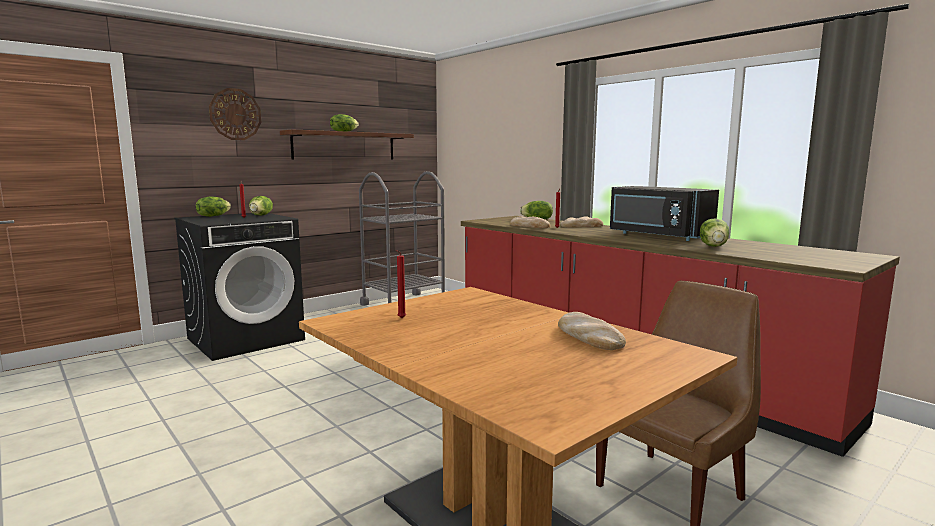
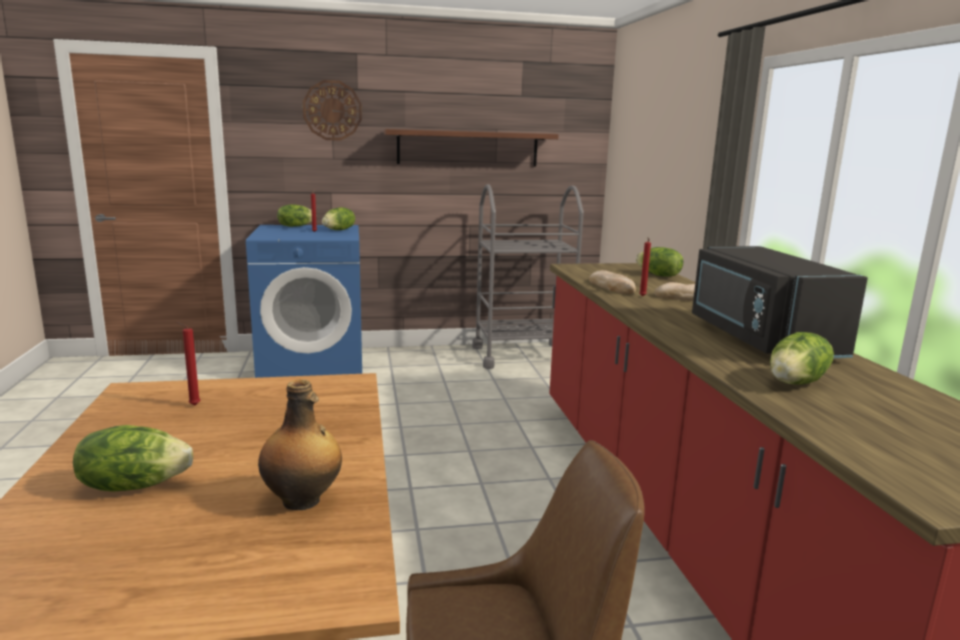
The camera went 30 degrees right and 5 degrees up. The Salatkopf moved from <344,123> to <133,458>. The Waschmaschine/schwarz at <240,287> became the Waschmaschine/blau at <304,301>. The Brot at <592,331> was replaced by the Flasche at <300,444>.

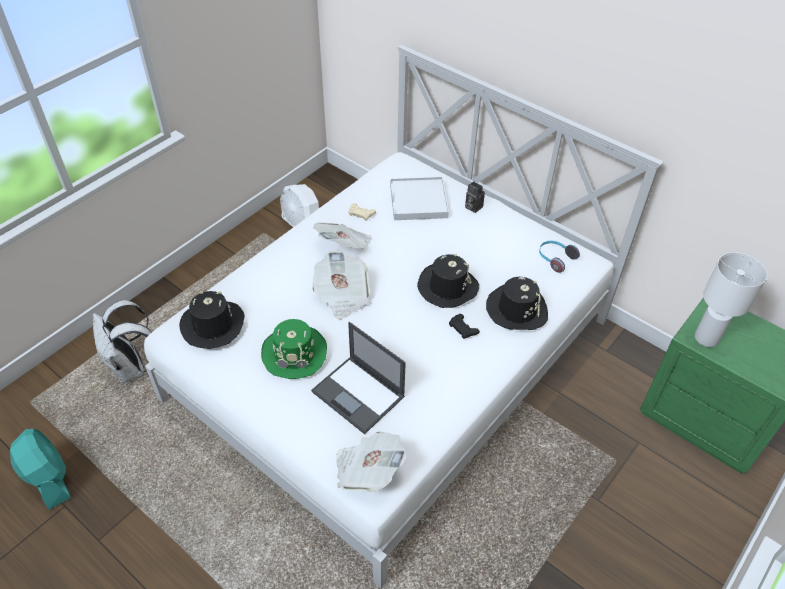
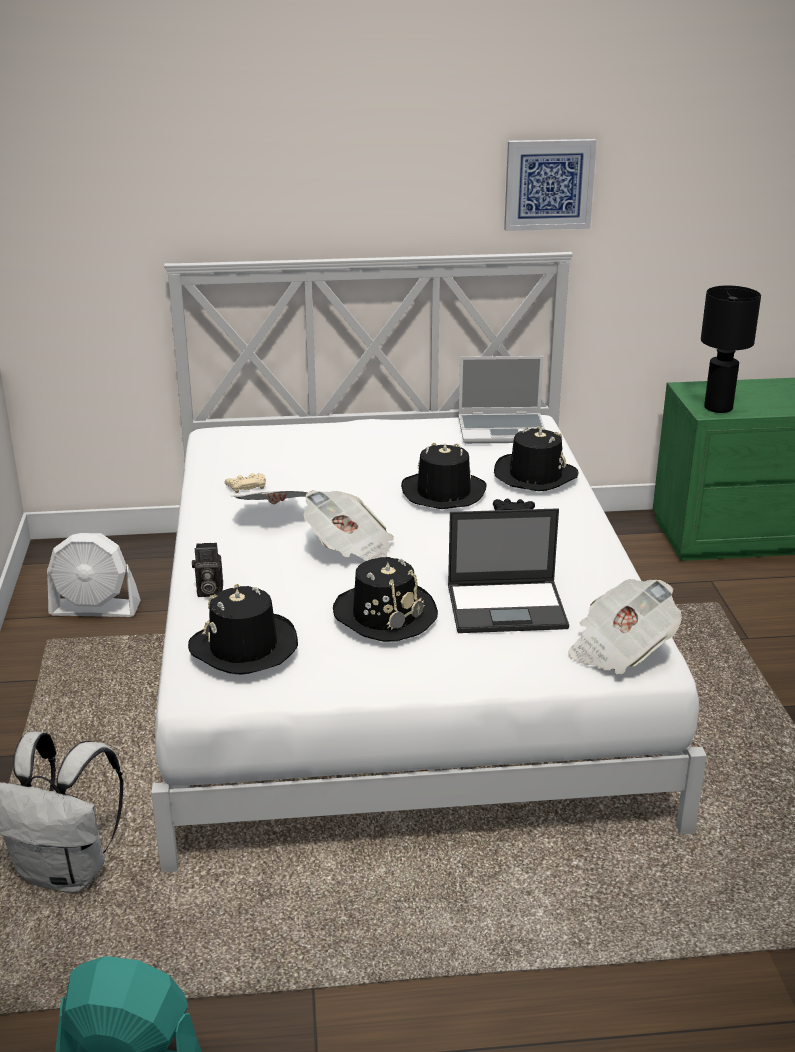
The camera went 45 degrees left and 20 degrees down. The Kamera moved from <475,197> to <207,570>. The Hut/grün at <294,349> became the Hut/schwarz at <385,599>. The Kopfhörer at <559,257> was replaced by the Laptop at <502,400>. The Bild at <550,185> appeared. The Tischlampe/weiß at <731,299> became the Tischlampe/schwarz at <731,349>. The Tablett/weiß at <419,198> disappeared.

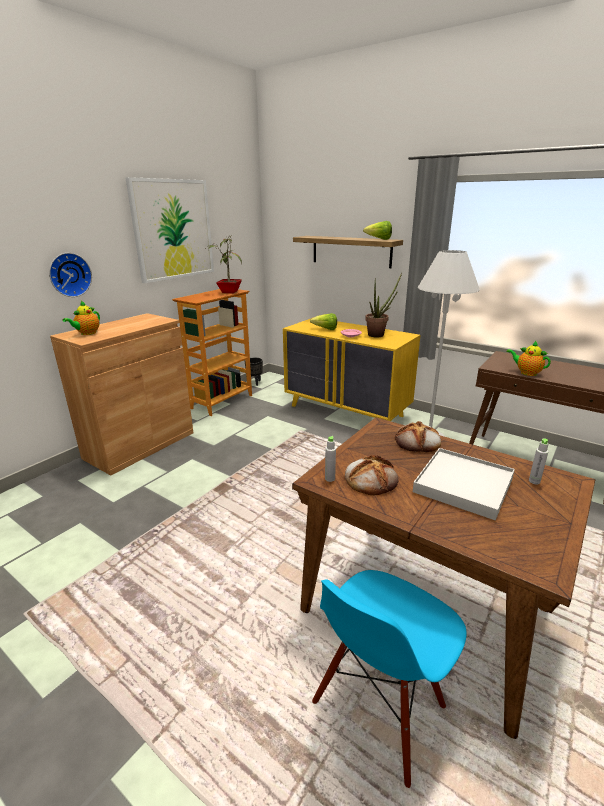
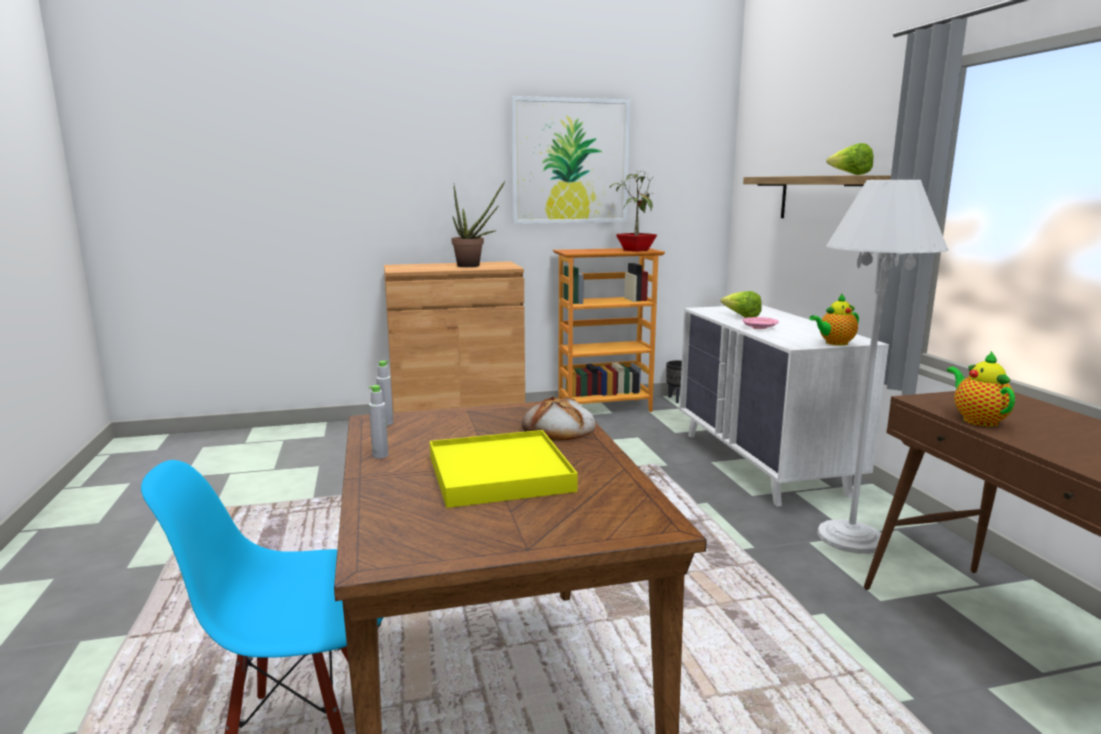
The camera went 40 degrees right and 10 degrees down. The Flasche/grau moved from <538,461> to <379,421>. The Tablett/weiß at <464,484> became the Tablett/gelb at <504,469>. The Topfpflanze moved from <383,305> to <478,224>. The Kommode/gelb at <352,369> became the Kommode/weiß at <784,406>. The Teekanne moved from <81,318> to <834,320>. The Wanduhr at <70,275> disappeared. The Brot at <372,475> disappeared.

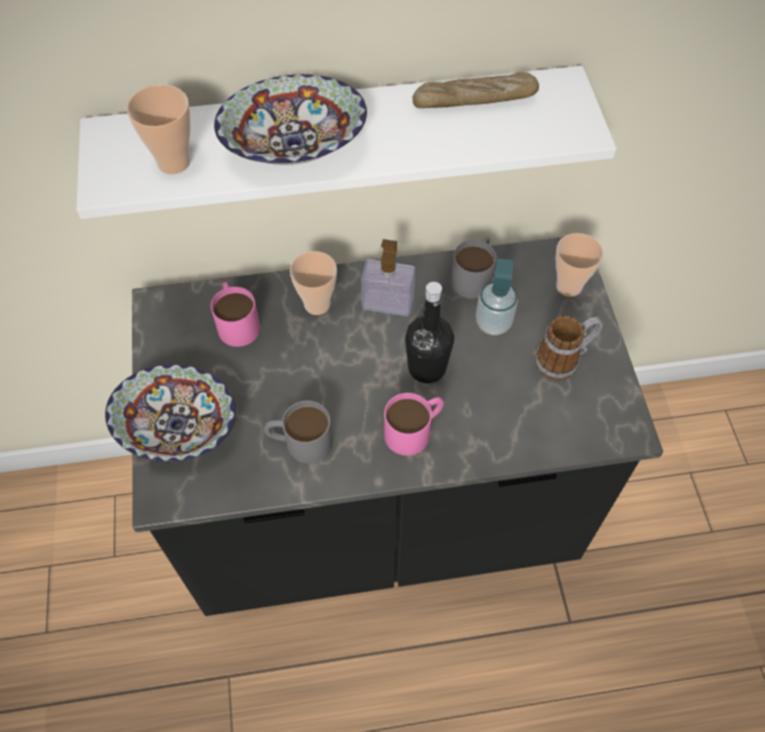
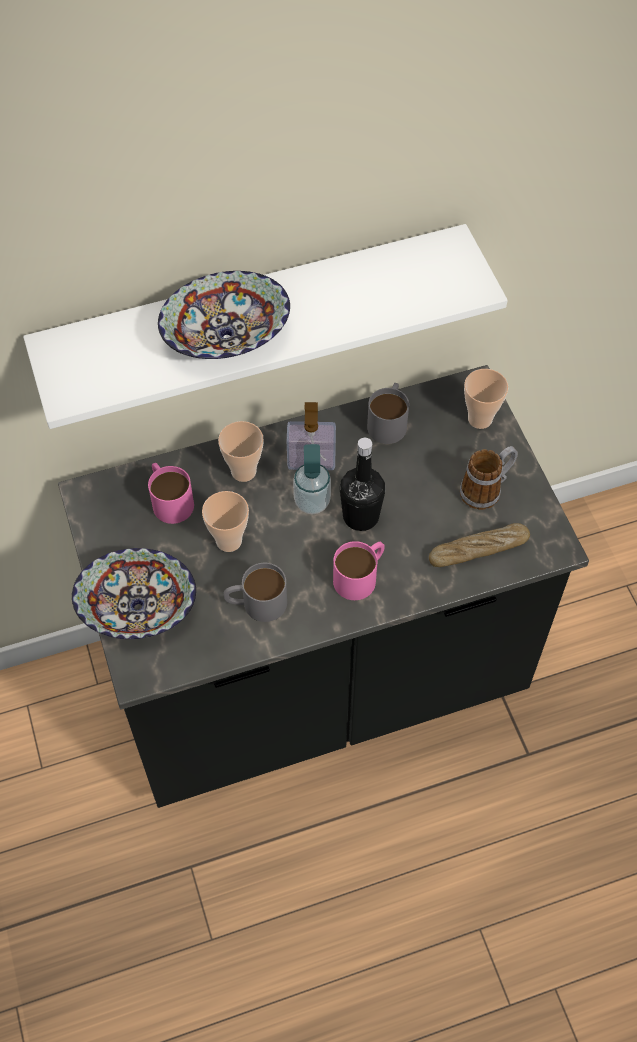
The camera went 10 degrees left and 0 degrees up. The Tasse moved from <159,129> to <225,521>. The Seifenspender moved from <497,297> to <312,479>. The Brot moved from <475,90> to <479,545>.

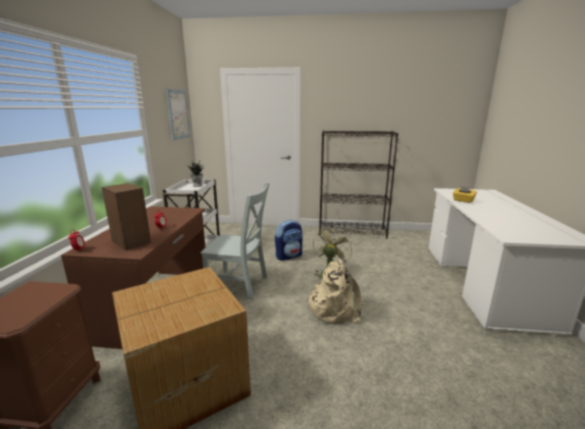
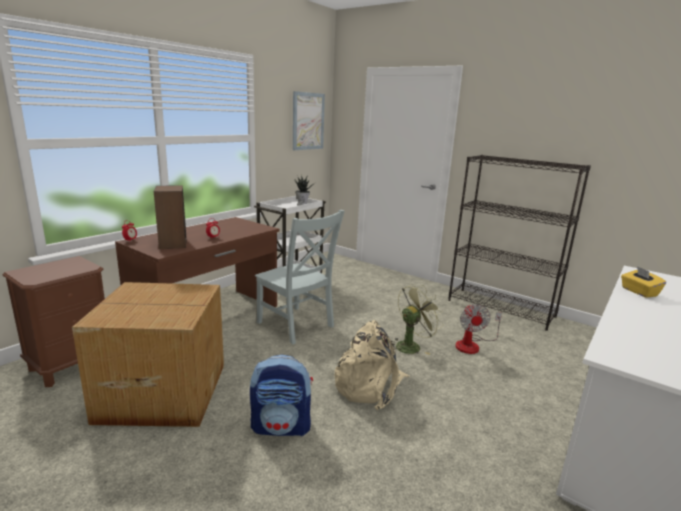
The camera went 30 degrees right and 0 degrees up. The Rucksack moved from <289,240> to <281,395>. The Ventilator at <478,329> appeared.

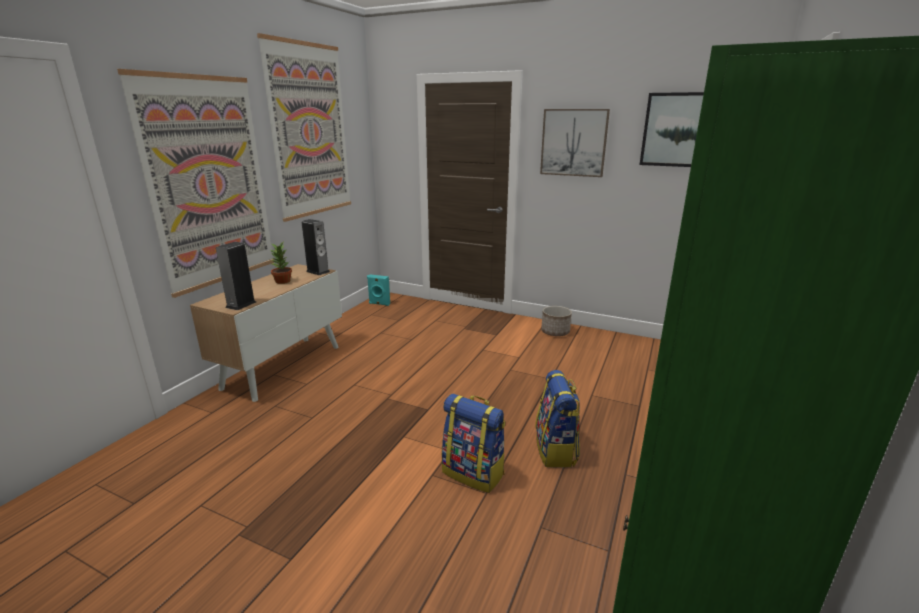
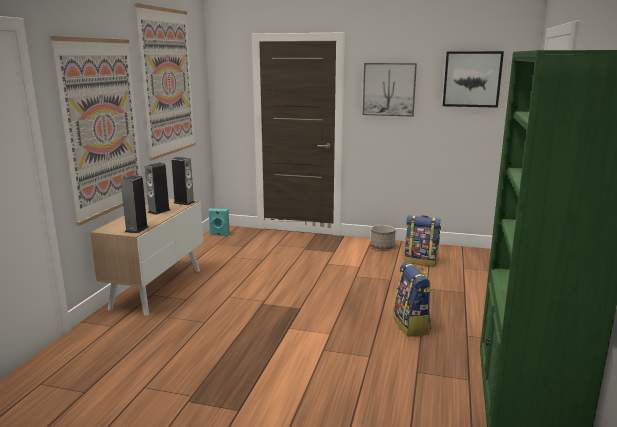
The camera went 10 degrees left and 5 degrees down. The Topfpflanze at <281,263> was replaced by the Lautsprecher at <157,189>. The Rucksack moved from <473,443> to <422,241>.

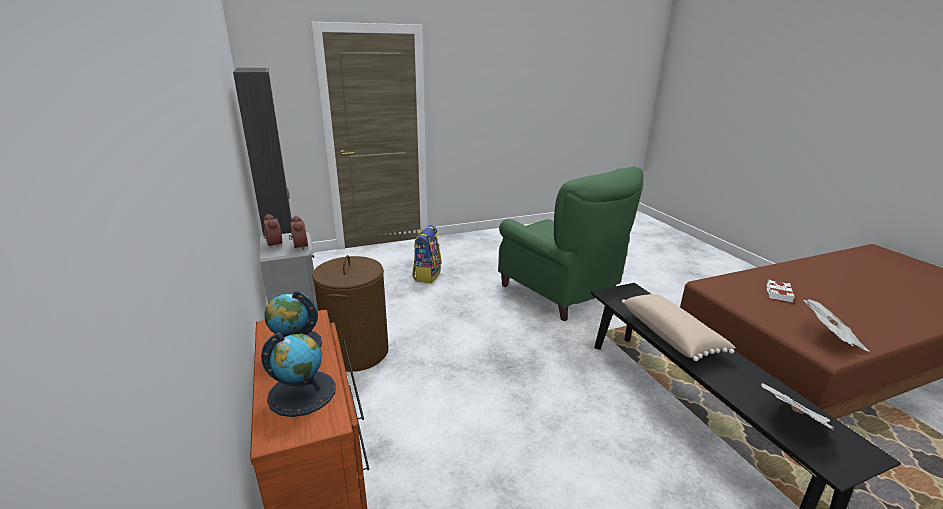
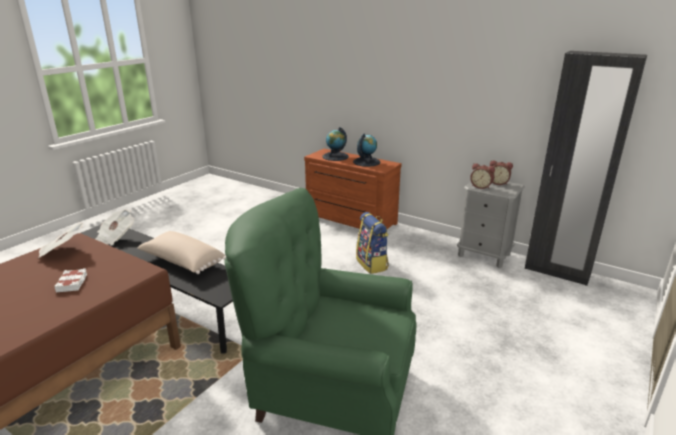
The camera went 145 degrees right and 0 degrees up. The Rucksack moved from <426,254> to <372,243>. The Wäschekorb/braun at <350,313> disappeared.

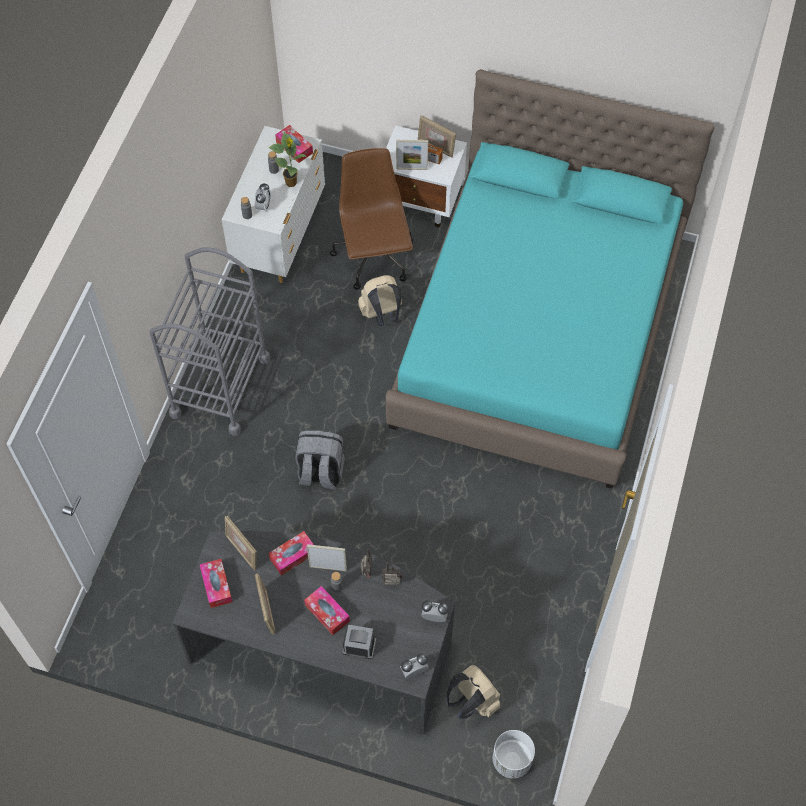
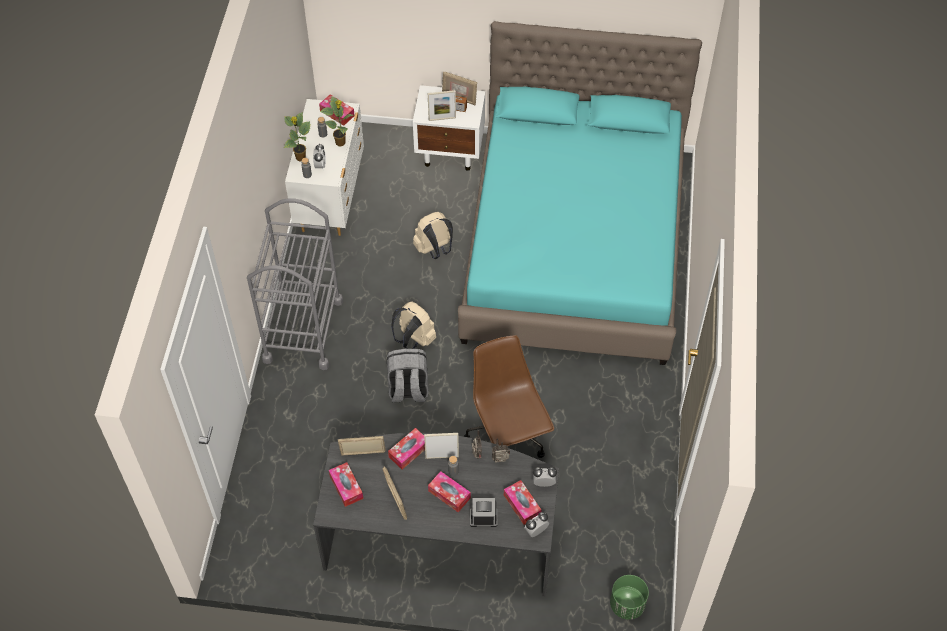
The camera went 10 degrees left and 5 degrees down. The Topfpflanze at <297,137> appeared. The Bilderrahmen at <241,543> turned 135 degrees clockwise. The Rucksack/beige moved from <473,692> to <413,325>. The Bürostuhl/braun moved from <371,219> to <509,396>. The Taschentuchbox at <523,502> appeared. The Pflanzkübel/weiß at <514,754> became the Pflanzkübel/grün at <629,597>.

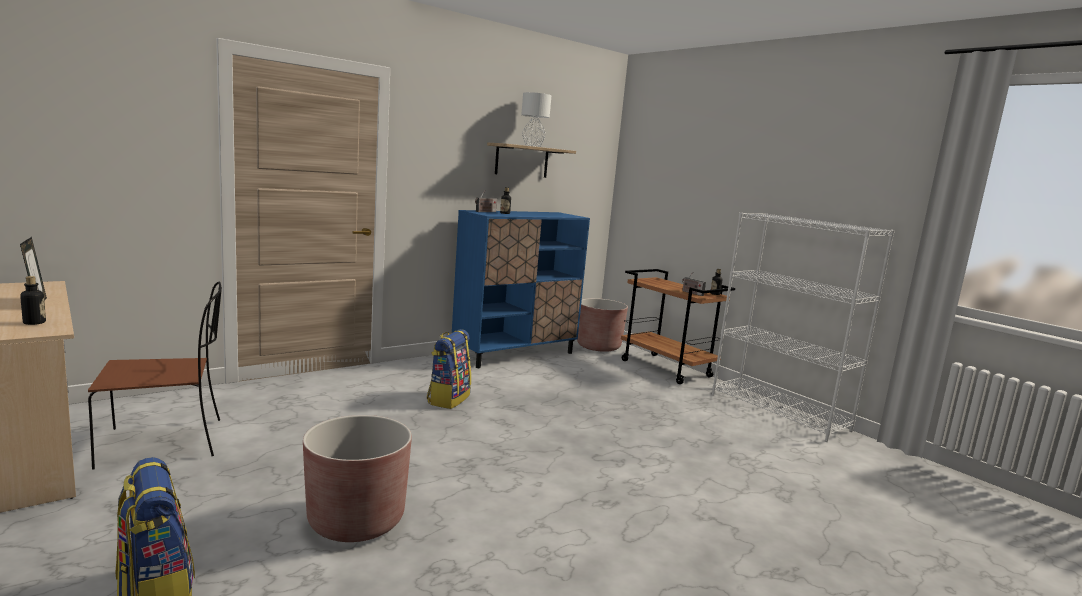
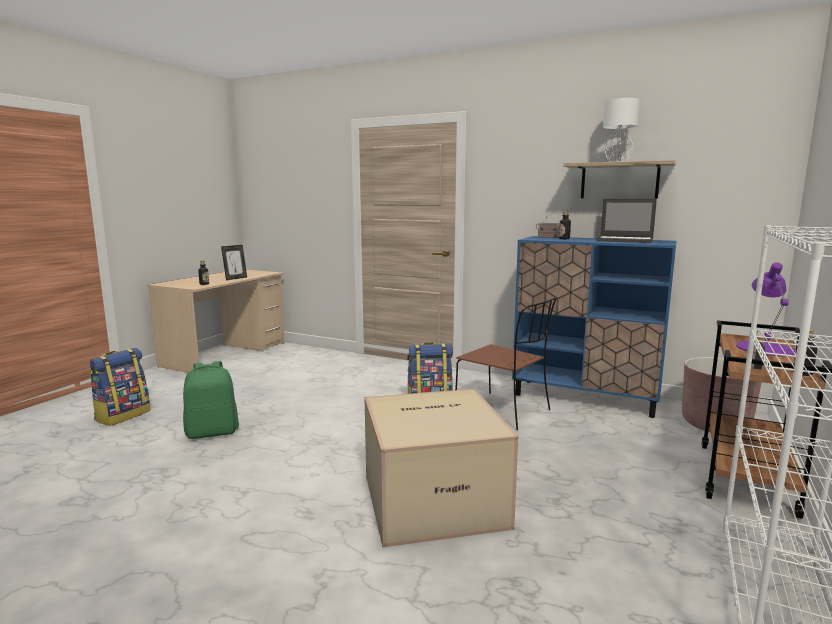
The camera went 65 degrees right and 0 degrees up. The Pflanzkübel/braun at <357,478> was replaced by the Rucksack/grün at <211,400>. The Karton at <441,468> appeared. The Stuhl/braun moved from <155,376> to <506,363>. The Laptop at <626,221> appeared. The Tischlampe/lila at <765,309> appeared.

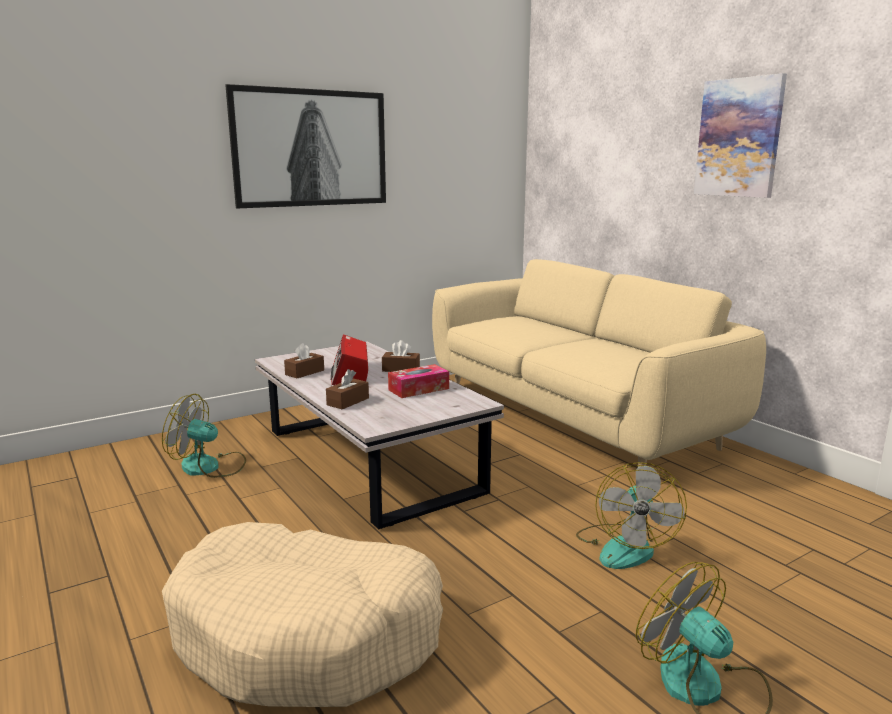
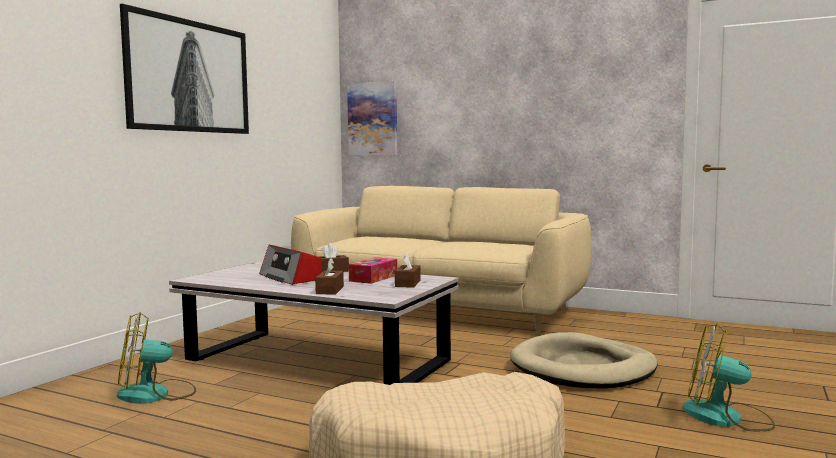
The camera went 30 degrees left and 10 degrees down. The Bild moved from <740,135> to <372,118>. The Taschentuchbox/braun moved from <304,360> to <407,270>. The Ventilator at <631,515> was replaced by the Hundebett/beige at <584,360>.

